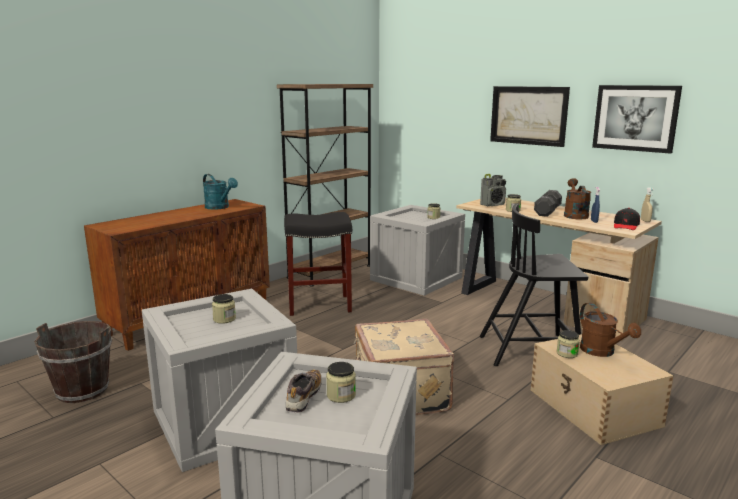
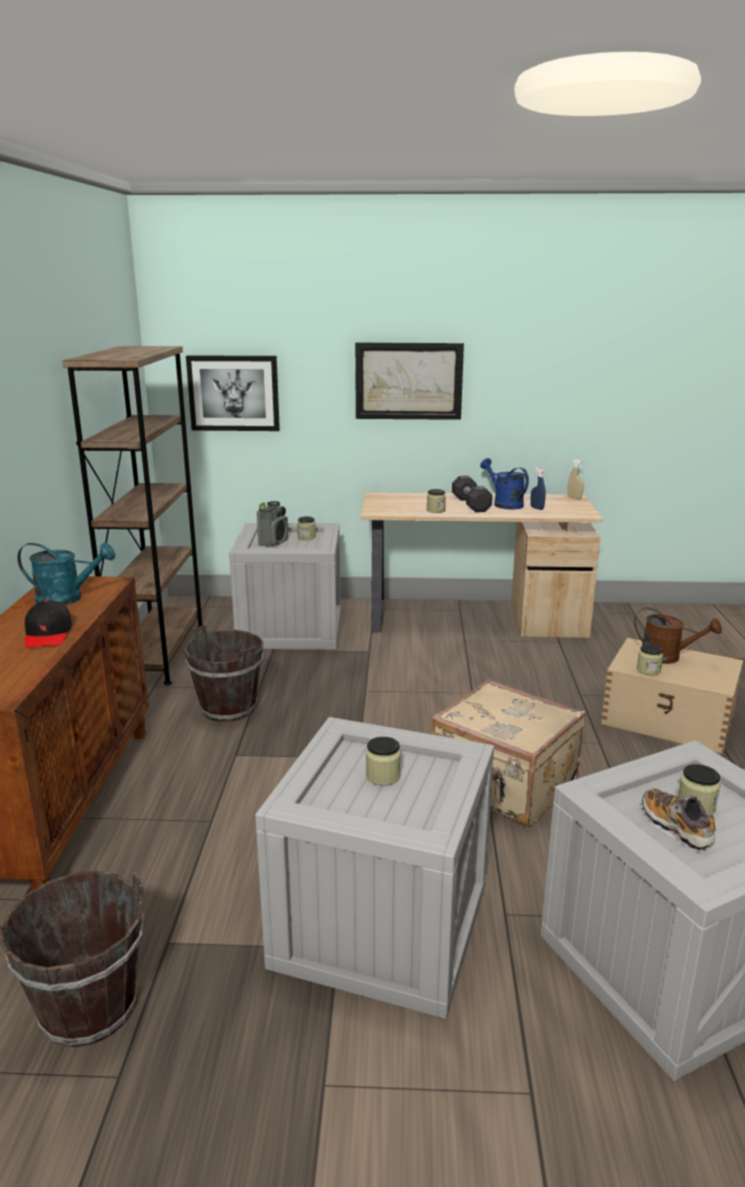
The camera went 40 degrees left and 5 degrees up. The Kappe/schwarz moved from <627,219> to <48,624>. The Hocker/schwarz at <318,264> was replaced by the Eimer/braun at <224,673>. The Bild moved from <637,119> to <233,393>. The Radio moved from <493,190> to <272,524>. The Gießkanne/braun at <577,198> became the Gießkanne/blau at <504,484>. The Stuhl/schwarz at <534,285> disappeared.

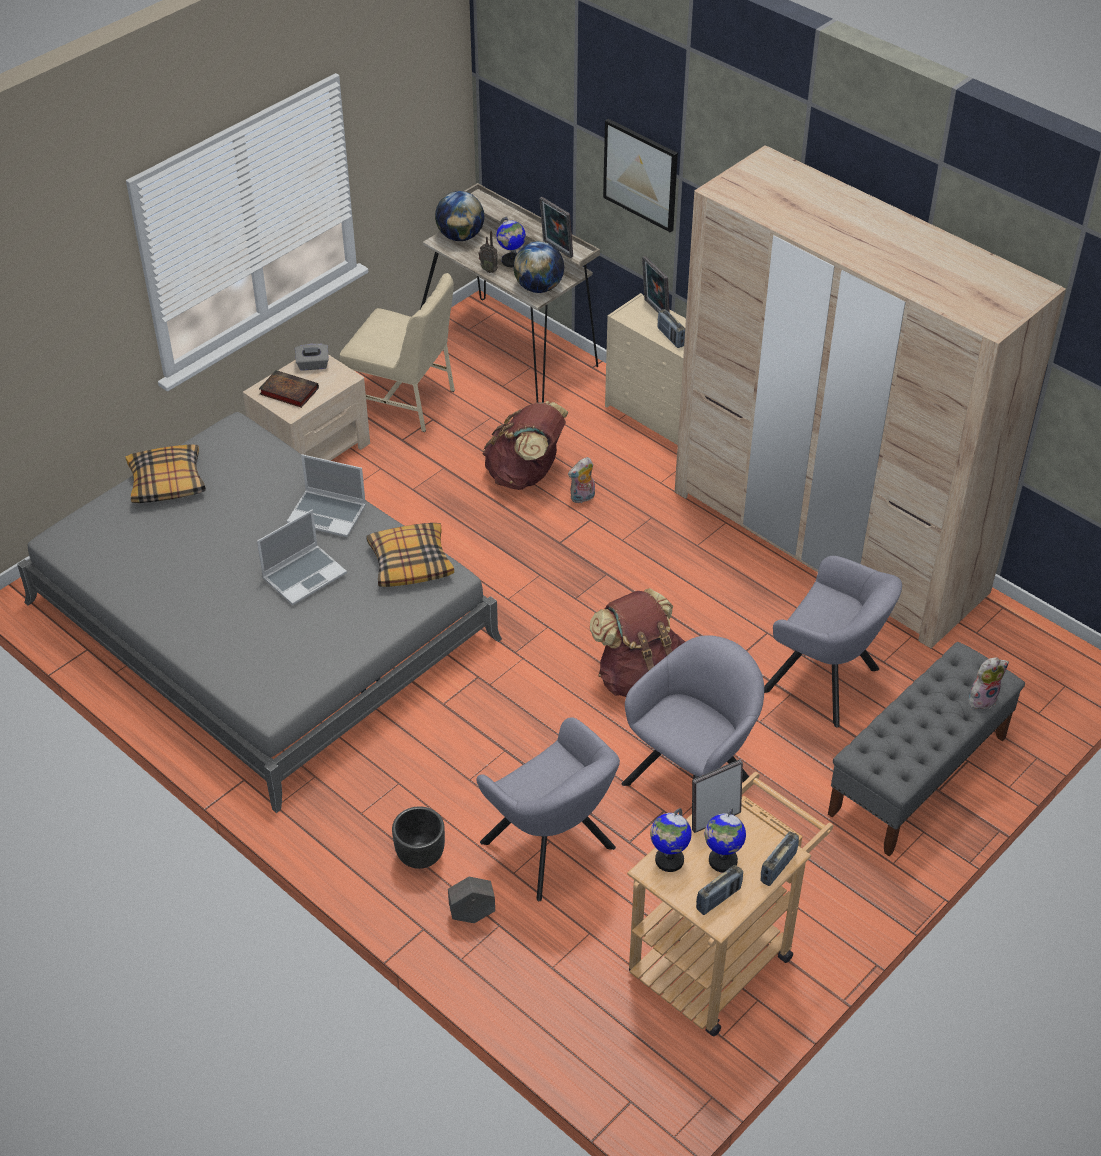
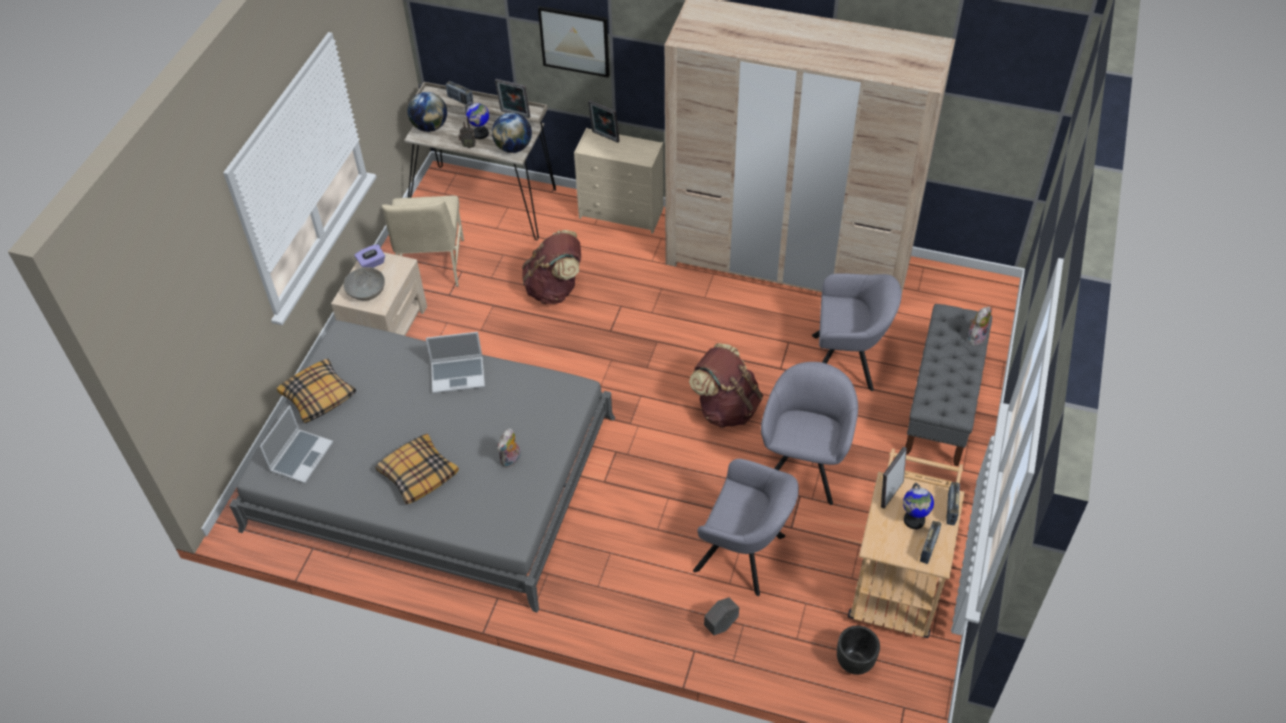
The camera went 25 degrees left and 5 degrees up. The Laptop moved from <302,557> to <296,444>. The Buch at <289,389> was replaced by the Schüssel/grau at <364,284>. The Taschentuchbox/grau at <312,357> became the Taschentuchbox/lila at <370,256>. The Kissen moved from <410,555> to <417,469>. The Stuhl/beige at <397,352> turned 90 degrees clockwise. The Radio moved from <671,328> to <459,93>. The Plüschtier moved from <581,480> to <509,448>. The Pflanzkübel/schwarz moved from <418,837> to <858,650>. The Globus at <671,840> disappeared.

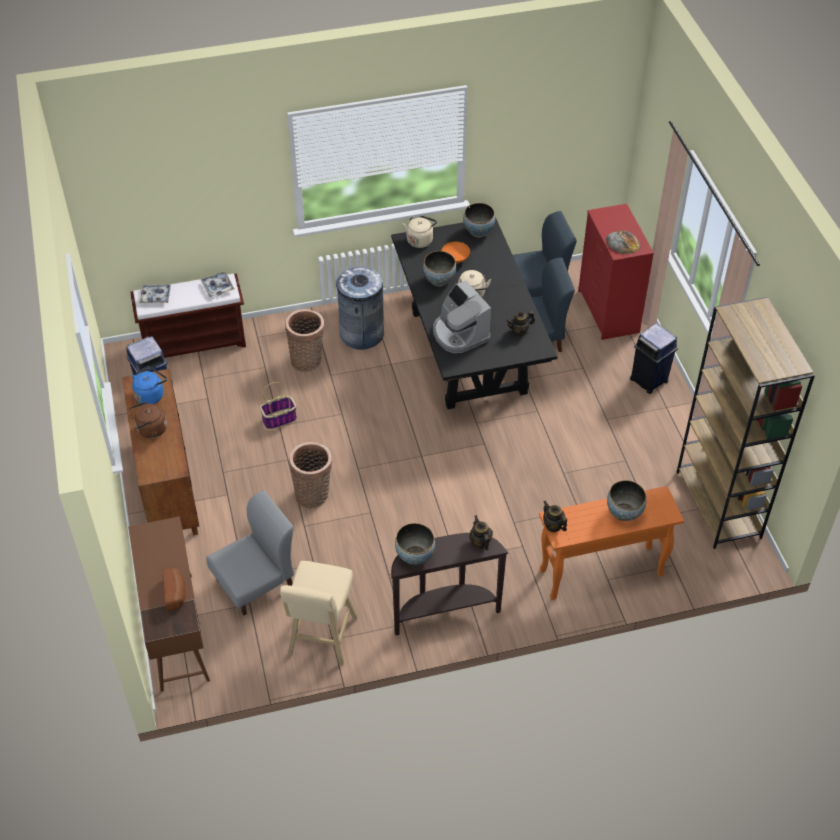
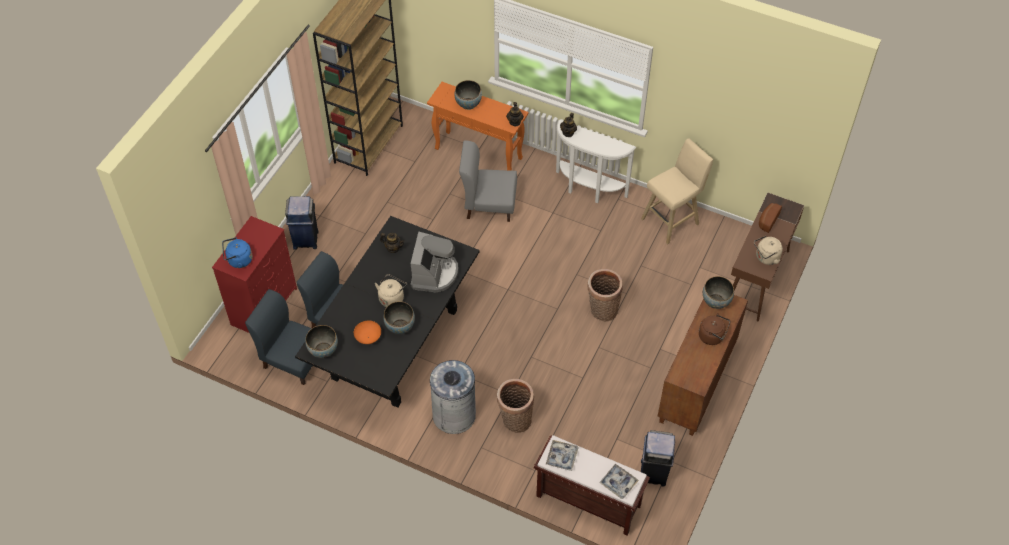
The camera went 140 degrees left and 5 degrees up. The Wasserkessel/blau moved from <149,385> to <237,252>. The Stuhl/grau moved from <250,552> to <488,181>. The Konsolentisch/braun at <449,584> became the Konsolentisch/weiß at <596,161>. The Schüssel moved from <415,544> to <718,292>. The Wasserkessel/beige moved from <419,232> to <768,250>. The Korb at <278,405> disappeared. The Brot at <623,242> disappeared.

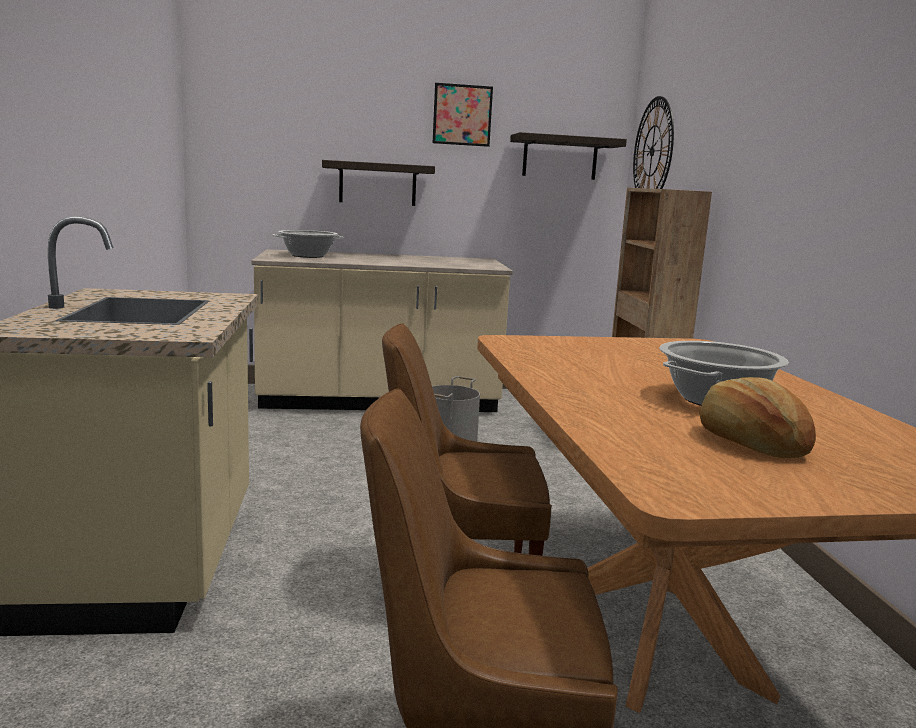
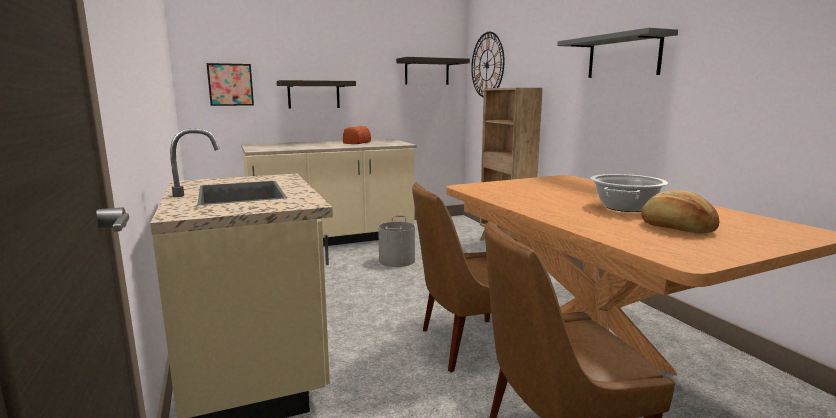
The camera went 15 degrees left and 0 degrees up. The Bild moved from <463,115> to <230,84>. The Brot at <357,135> appeared. The Wandregal/grau at <617,52> appeared. The Kochtopf at <308,244> disappeared.

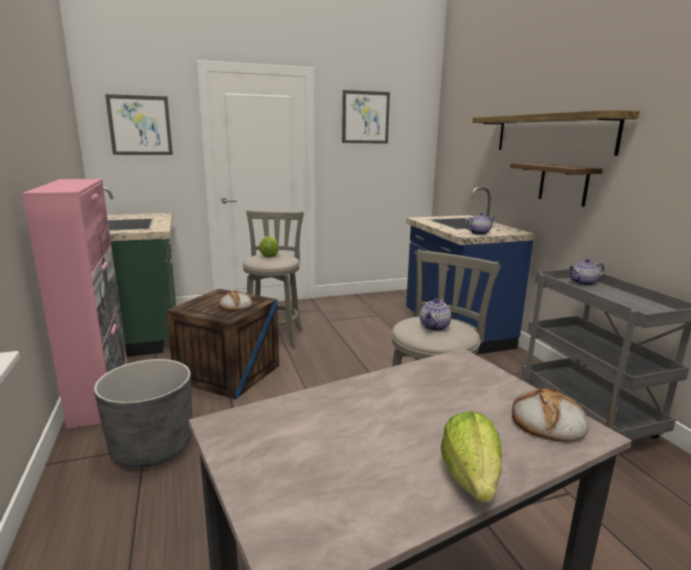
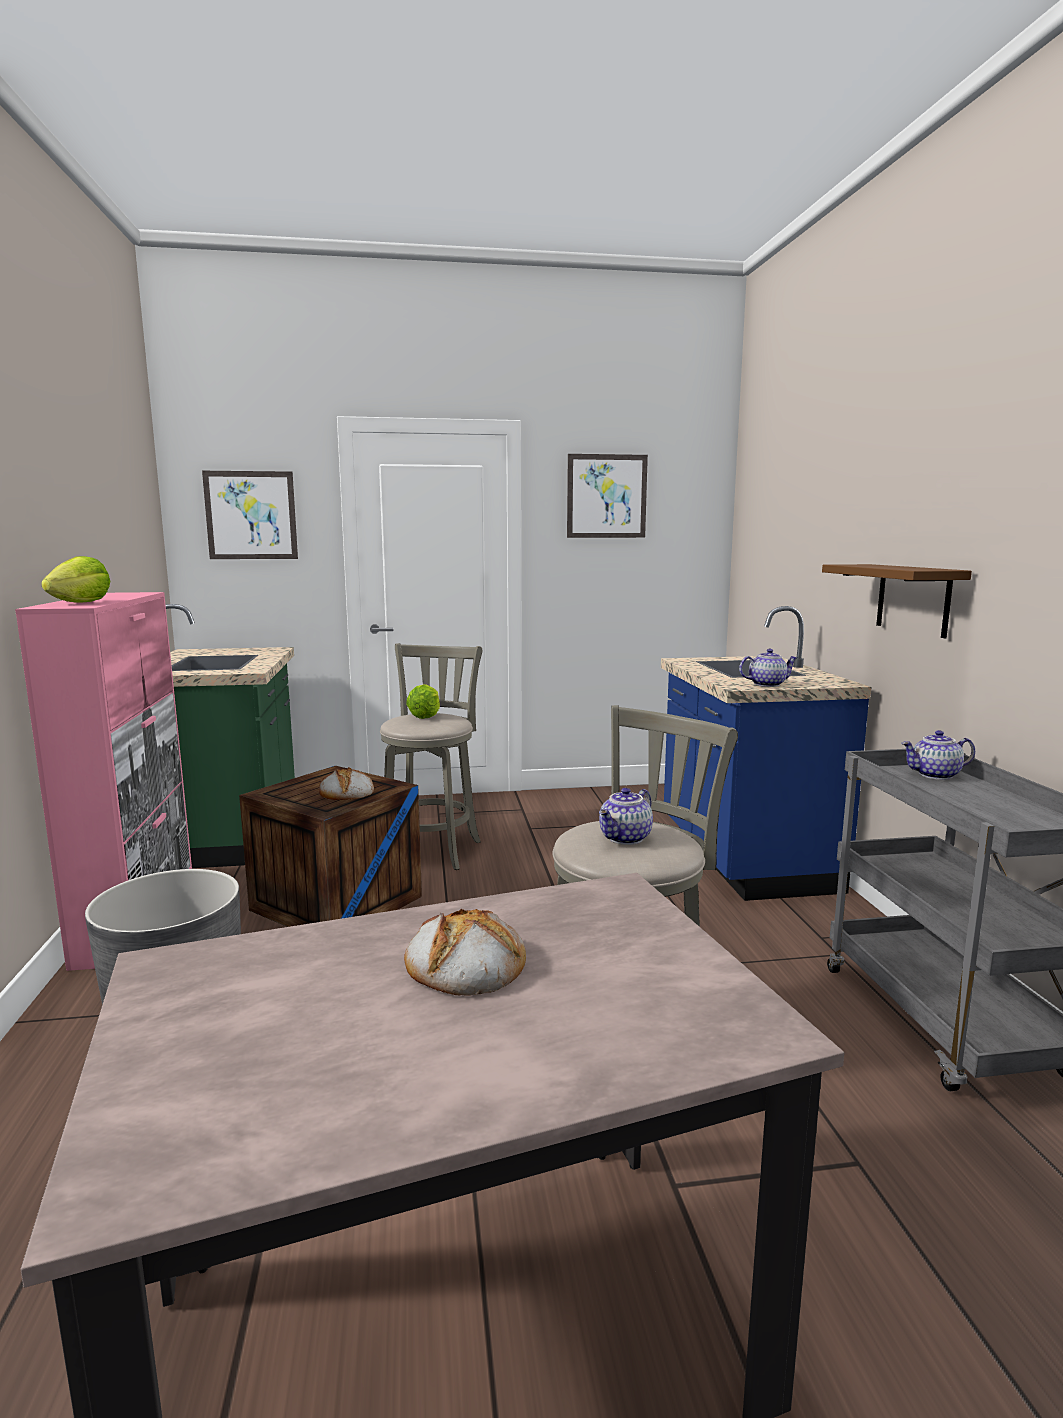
The camera went 10 degrees right and 5 degrees down. The Salatkopf moved from <471,456> to <75,579>. The Brot moved from <550,415> to <465,952>. The Wandregal at <556,133> disappeared.

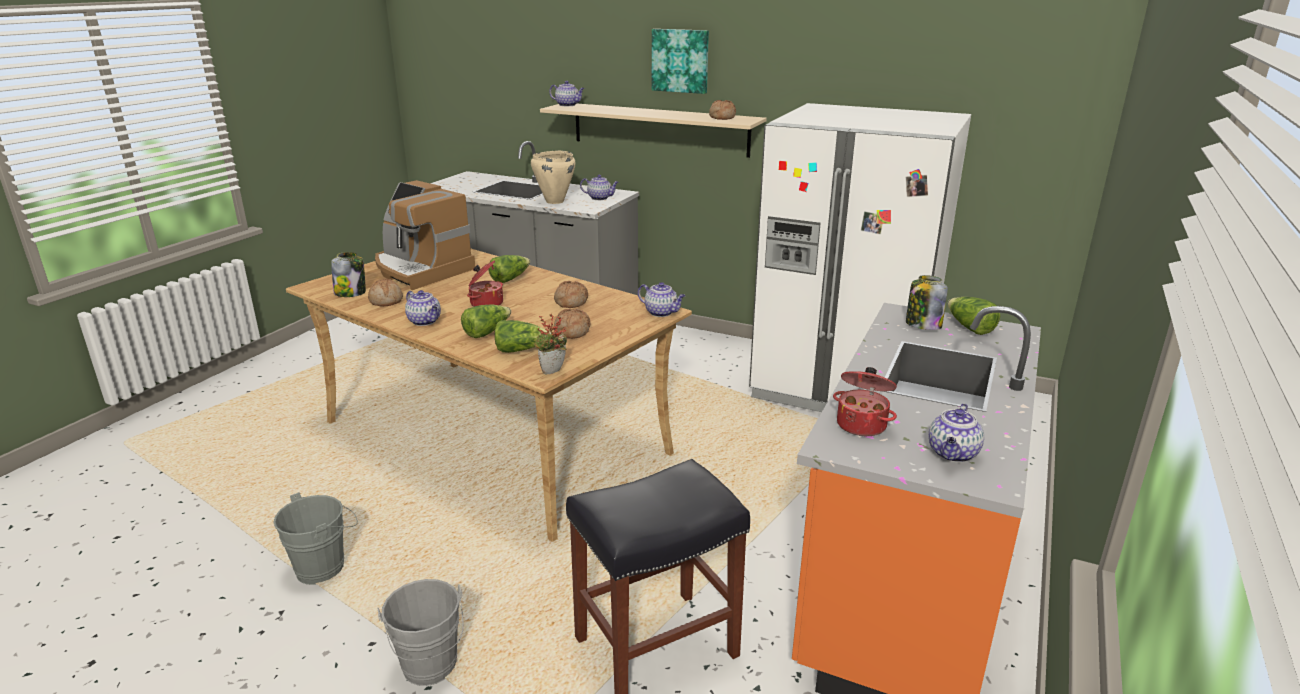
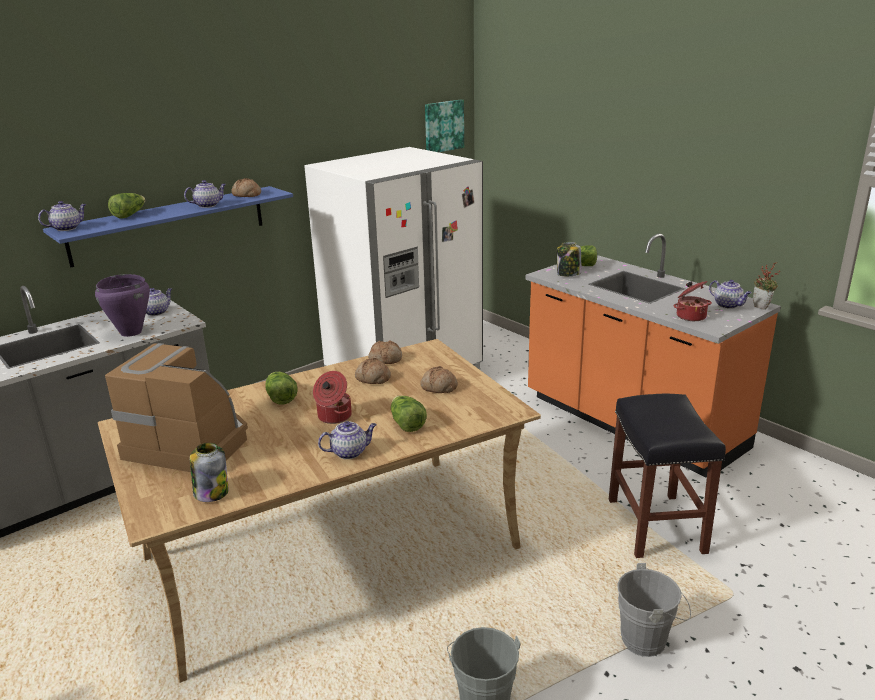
The camera went 65 degrees left and 0 degrees up. The Wandregal/beige at <653,130> became the Wandregal/blau at <168,226>. The Kochtopf/beige at <553,177> became the Kochtopf/lila at <122,305>. The Kaffeemaschine at <425,235> turned 135 degrees counterclockwise. The Salatkopf moved from <523,336> to <127,205>. The Teekanne moved from <661,299> to <205,194>. The Brot moved from <385,292> to <385,352>. The Bild moved from <680,61> to <444,126>. The Topfpflanze moved from <550,344> to <766,286>.

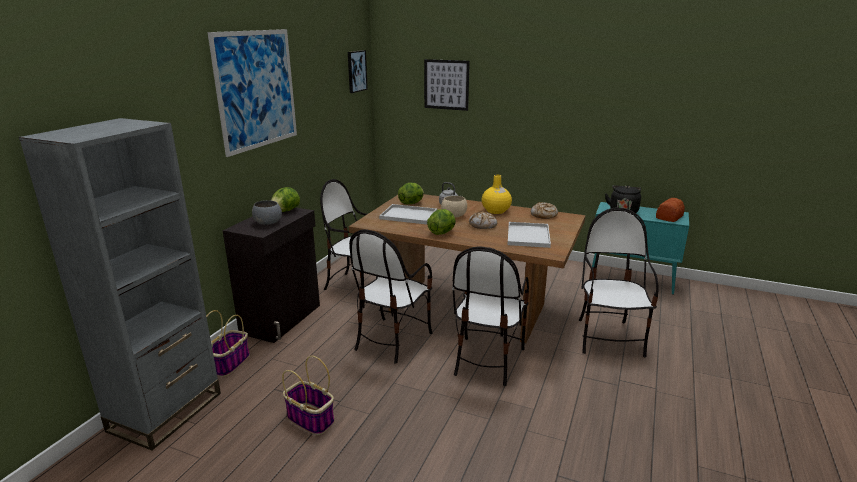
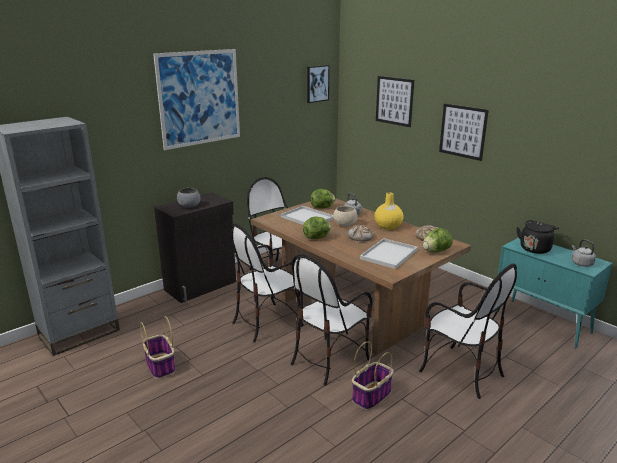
The camera went 25 degrees right and 0 degrees up. The Korb moved from <228,343> to <373,375>. The Stuhl at <619,282> turned 105 degrees clockwise. The Salatkopf moved from <285,199> to <438,240>. The Bild at <464,132> appeared. The Brot at <670,210> was replaced by the Wasserkessel/grau at <584,253>.

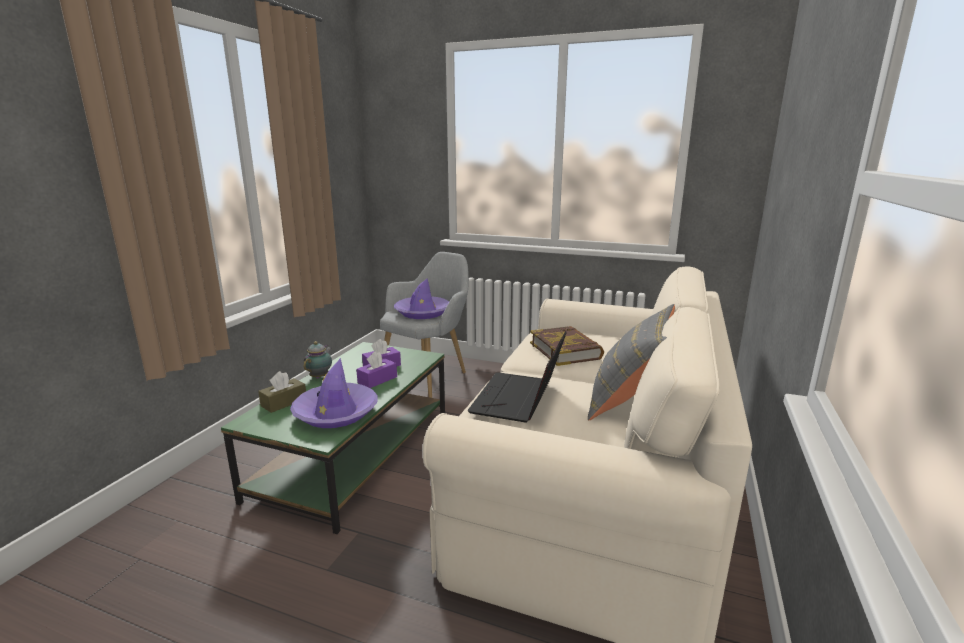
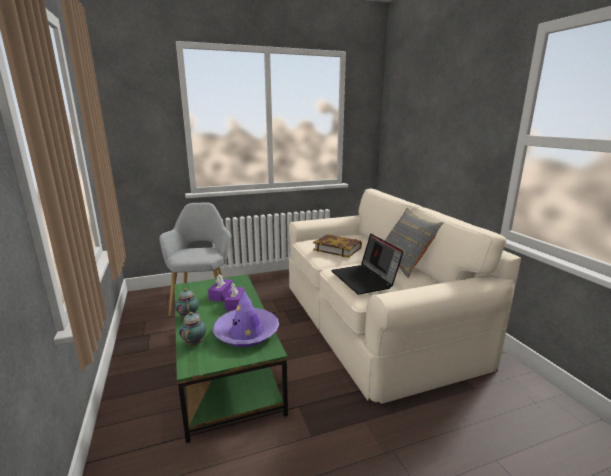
The camera went 40 degrees left and 0 degrees up. The Taschentuchbox/braun at <282,392> was replaced by the Teekanne at <192,329>. The Hut/lila at <421,298> disappeared.

